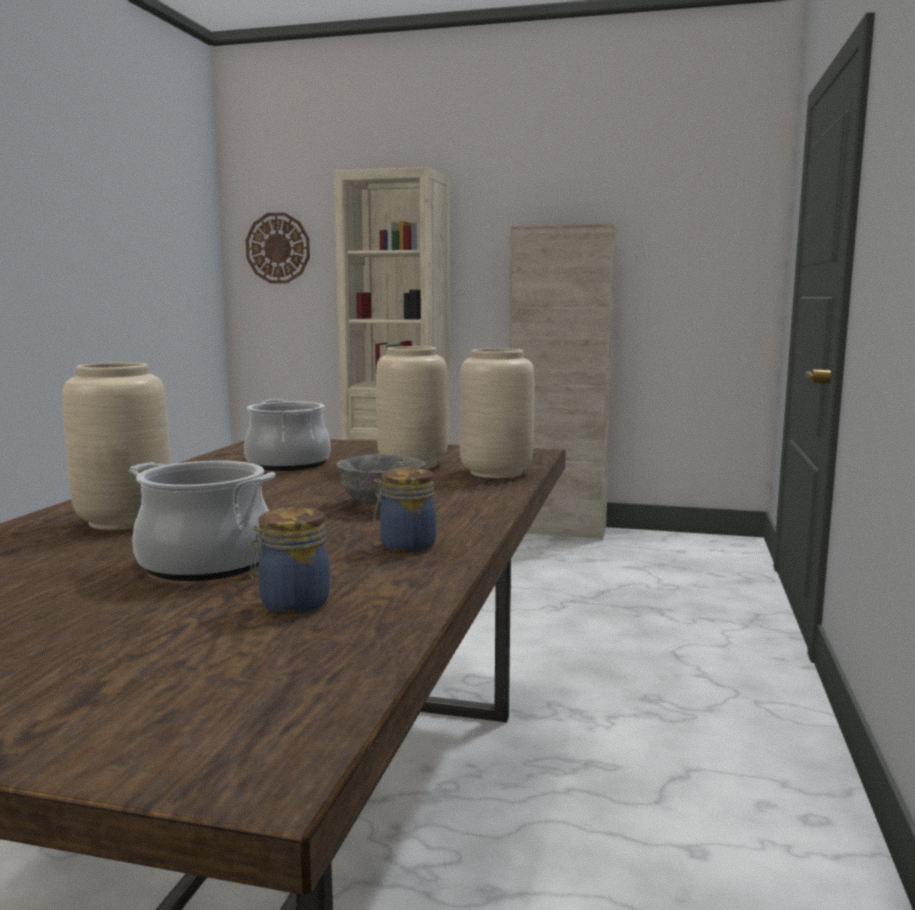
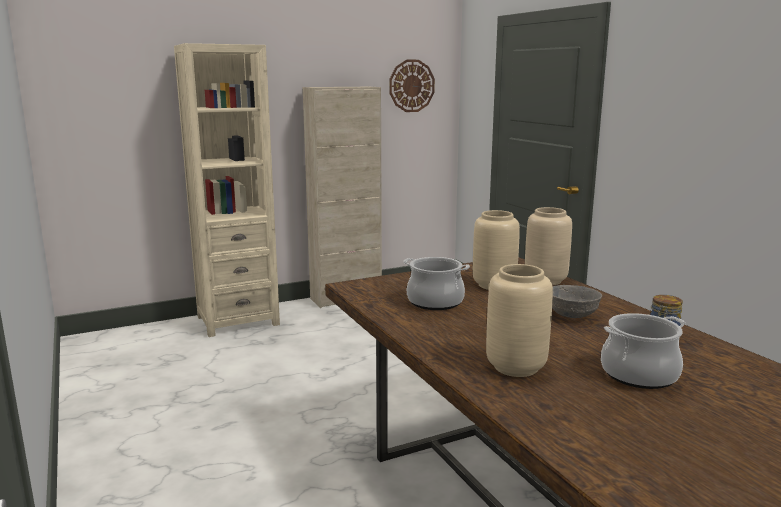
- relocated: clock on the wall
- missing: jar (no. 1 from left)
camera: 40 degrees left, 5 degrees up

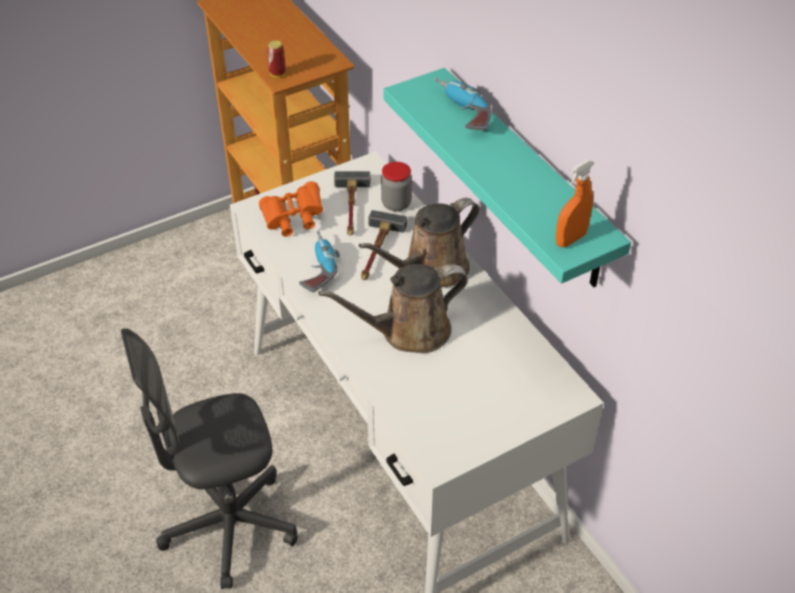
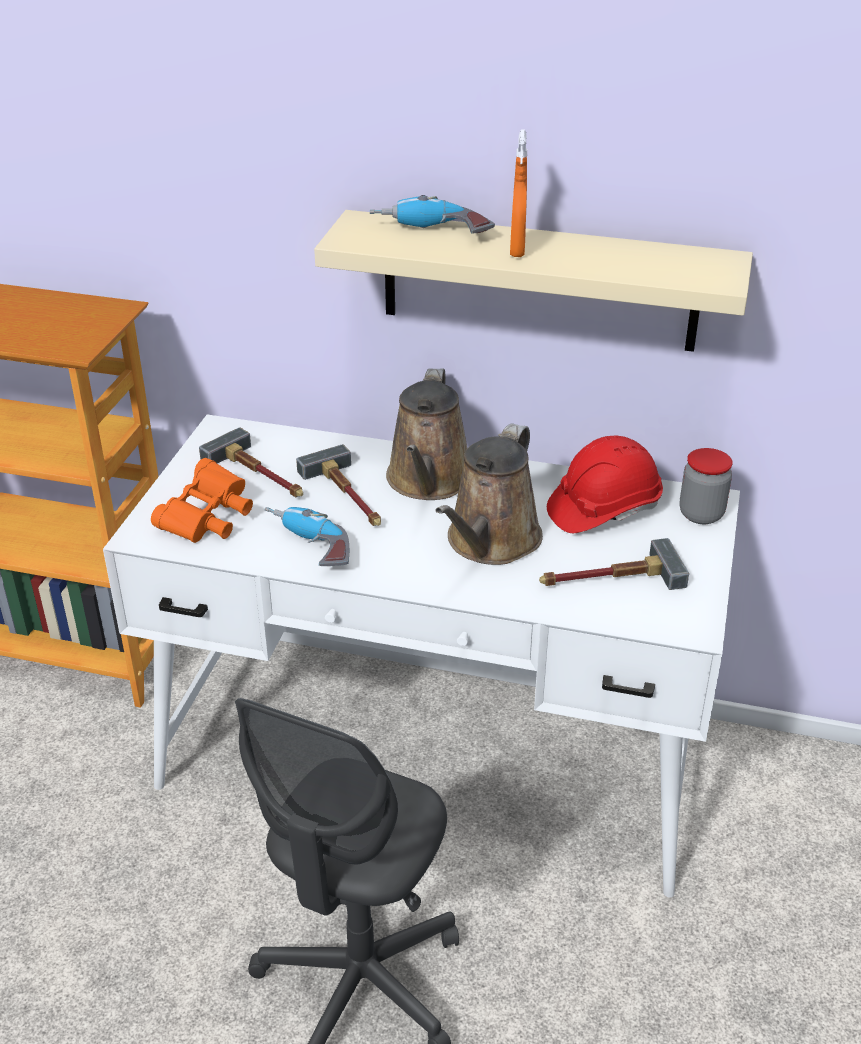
- missing: metal can
- colour: blue-green shelf to beige shelf
- relocated: orange sprayer
- relocated: jar
- appeared: red-coloured safety helmet
- appeared: tool hammer (no. 3 from left)
camera: 45 degrees left, 10 degrees down

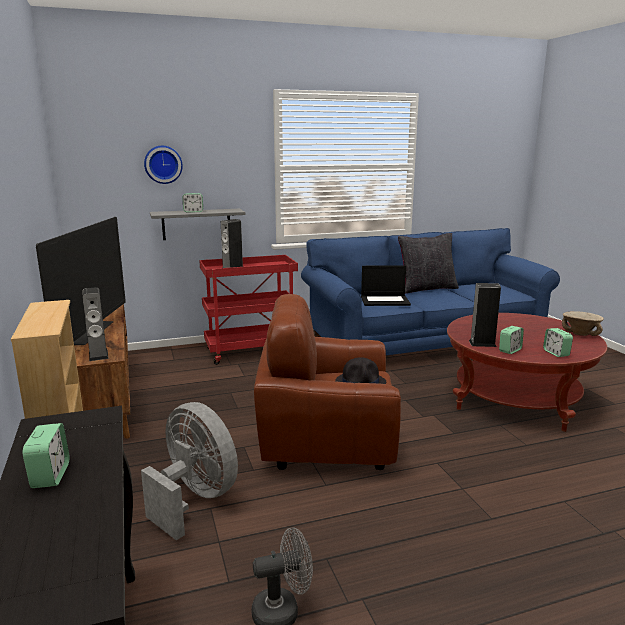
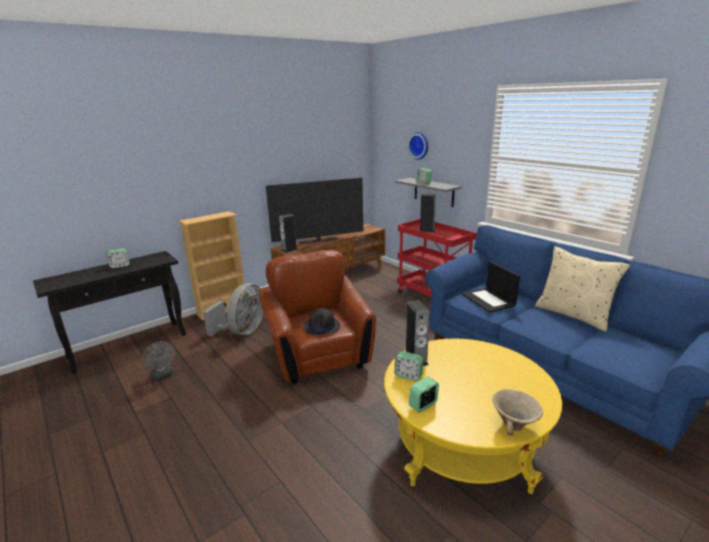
- colour: black-coloured throw pillow to beige throw pillow
- colour: red-coloured low table to yellow low table
camera: 70 degrees right, 5 degrees up

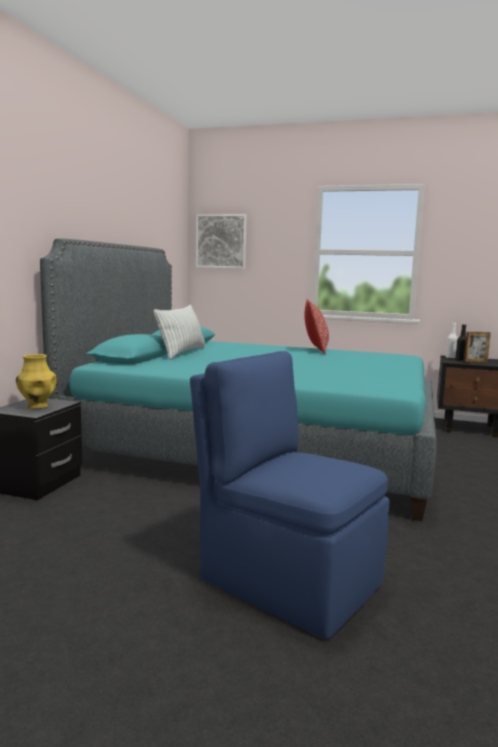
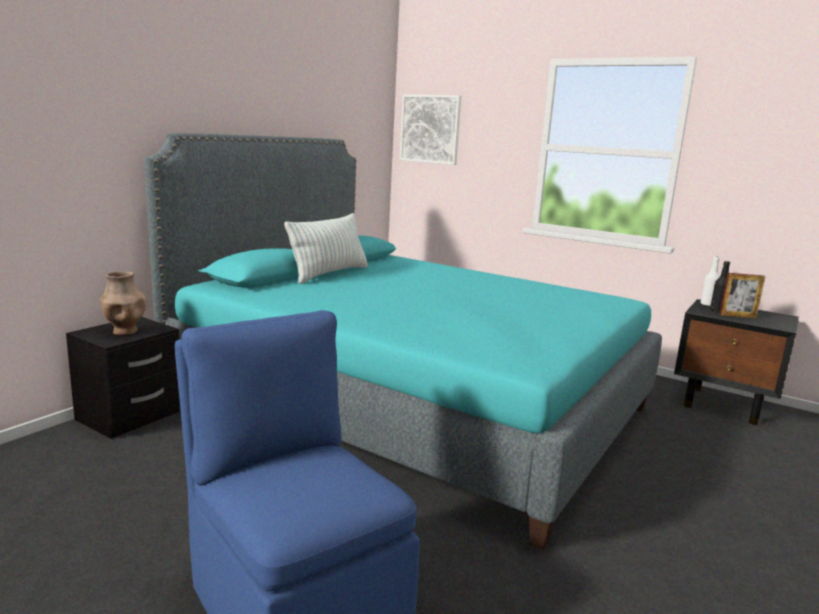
- missing: throw pillow (no. 2 from left)
- colour: yellow vase to brown vase
camera: 15 degrees right, 5 degrees up

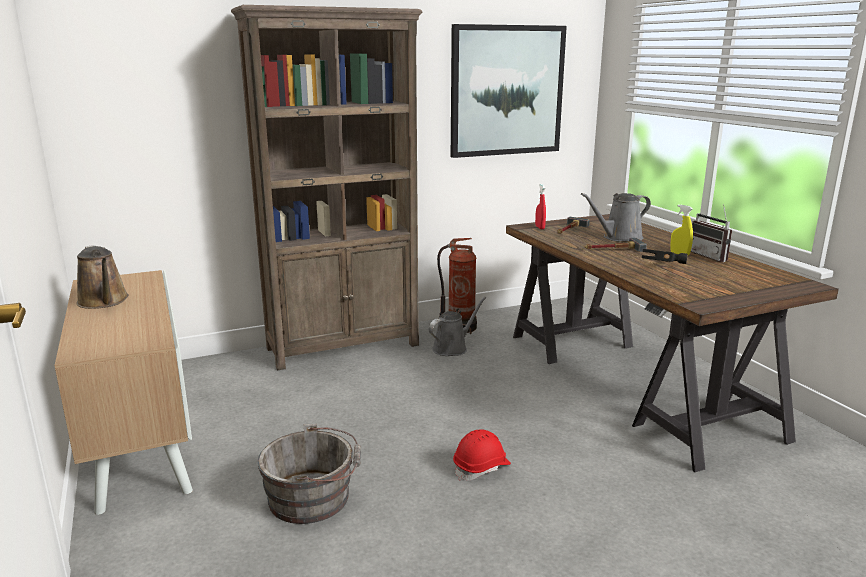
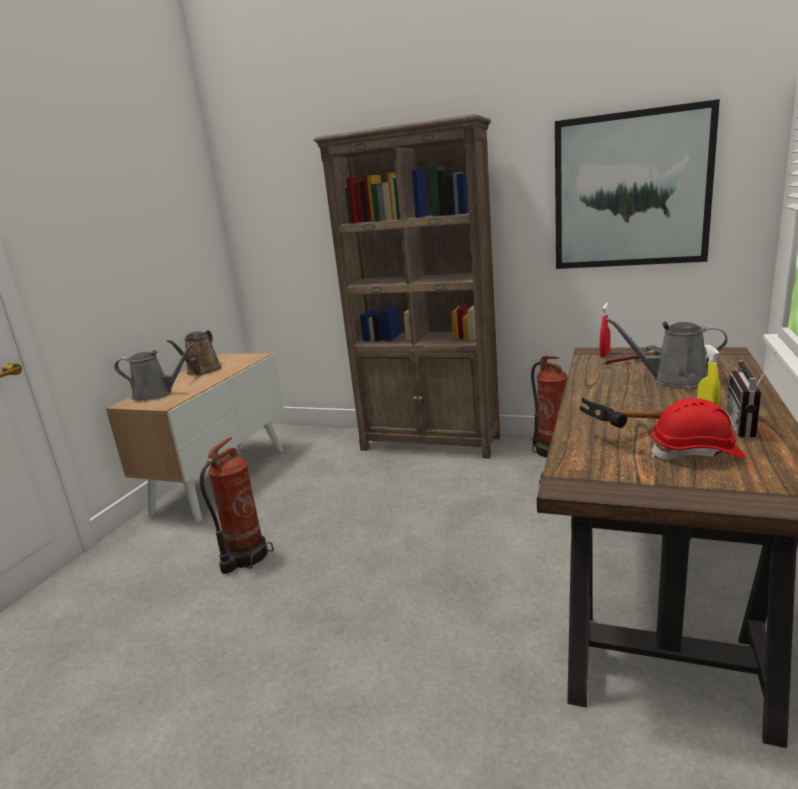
- missing: tool hammer (no. 2 from left)
- relocated: greyish watering can (no. 1 from left)
- exchanged: greyish pail to fire-fighting cylinder (no. 1 from left)
- relocated: red-coloured safety helmet
camera: 45 degrees right, 0 degrees up

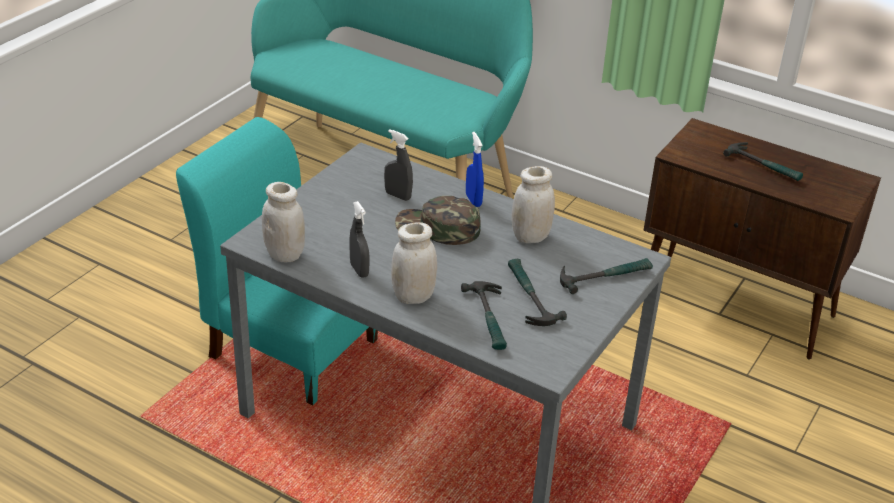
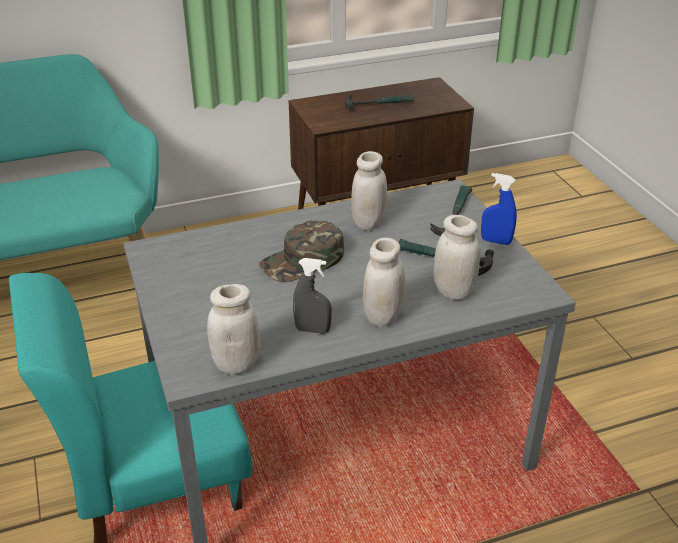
- missing: greyish sprayer (no. 2 from left)
- relocated: blue-coloured sprayer
- exchanged: tool hammer (no. 1 from left) to whitish jar (no. 4 from left)
camera: 50 degrees left, 0 degrees up

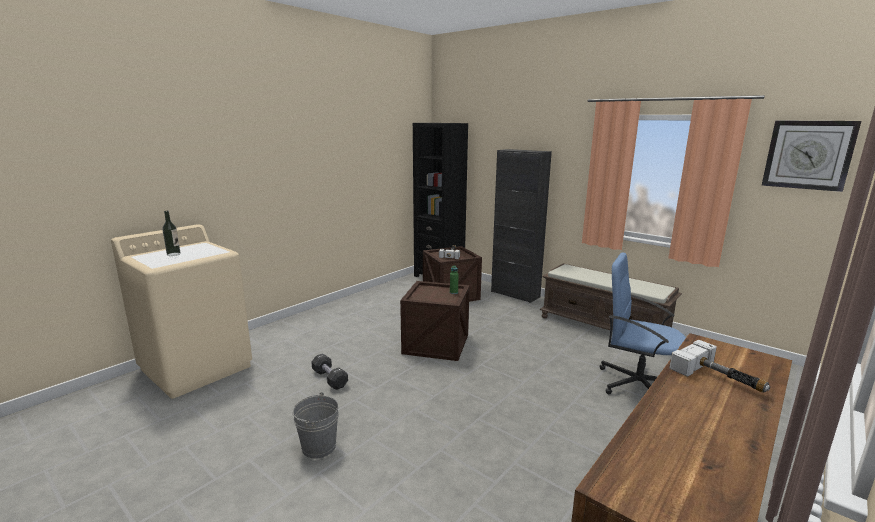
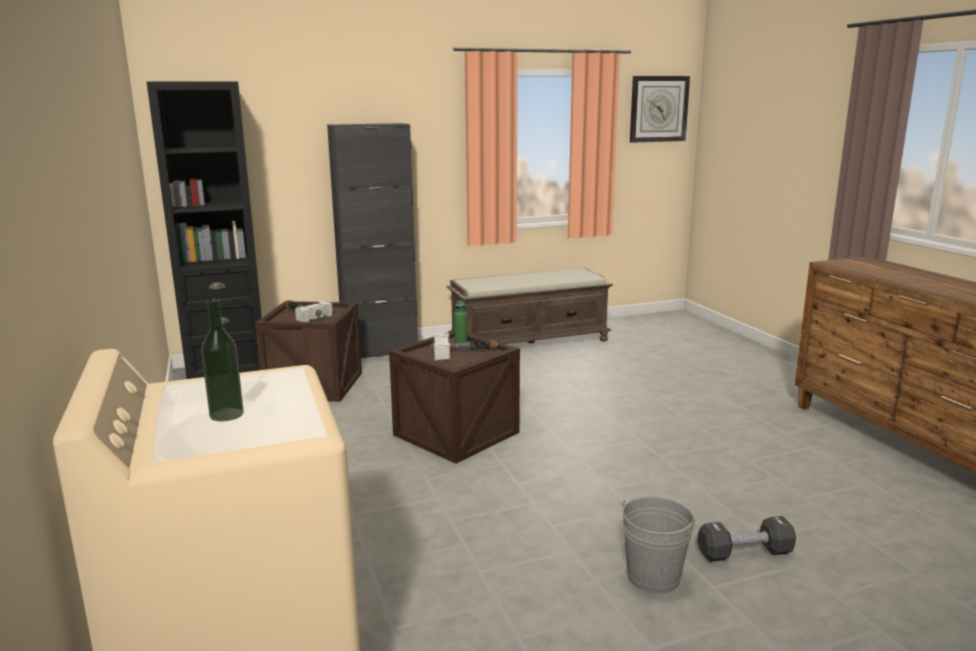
- missing: blue-coloured computer chair
- relocated: tool hammer (no. 2 from left)
- relocated: black-coloured dumbbell
camera: 60 degrees left, 0 degrees up

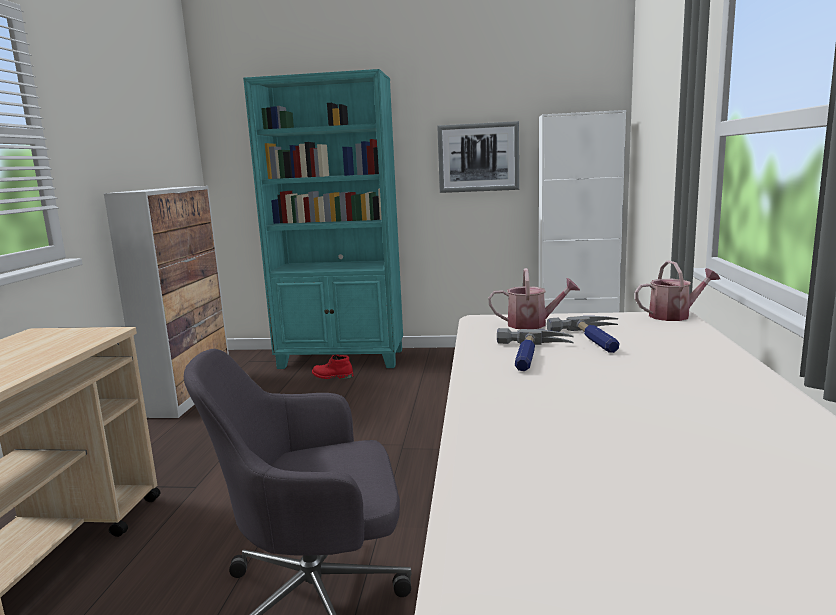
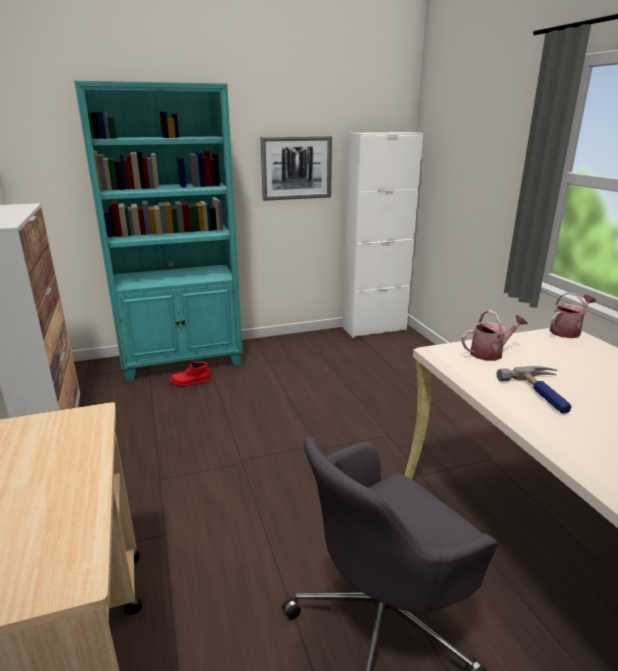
- missing: tool hammer (no. 2 from left)
camera: 25 degrees left, 10 degrees up

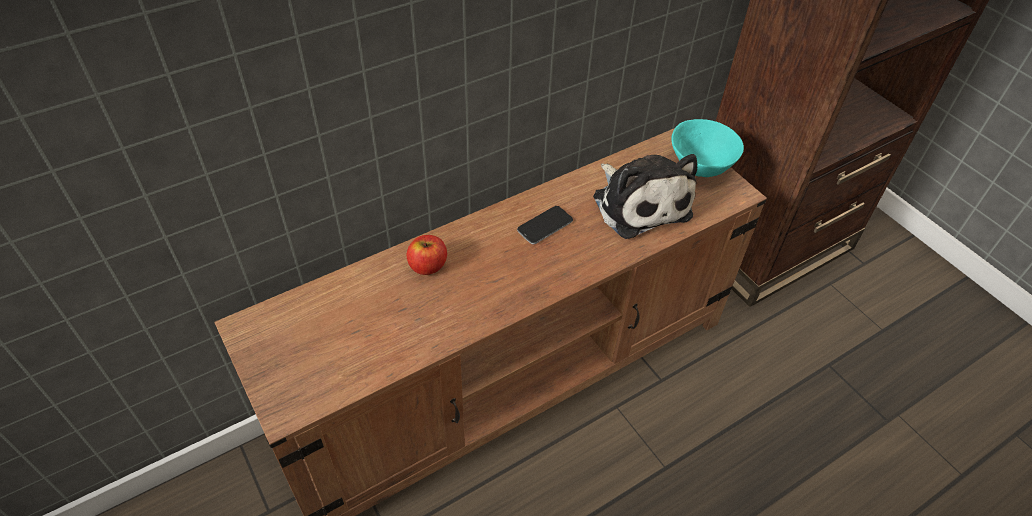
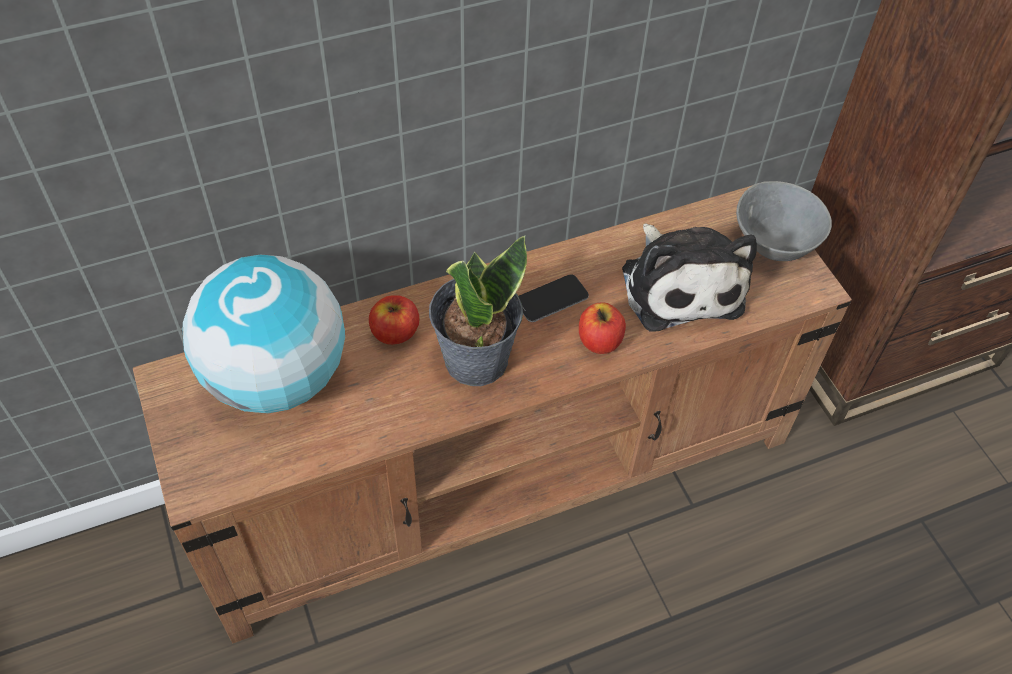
- colour: blue-green serving bowl to greyish serving bowl
- appeared: houseplant
- appeared: world globe
- appeared: apple fruit (no. 2 from left)
camera: 10 degrees right, 5 degrees up

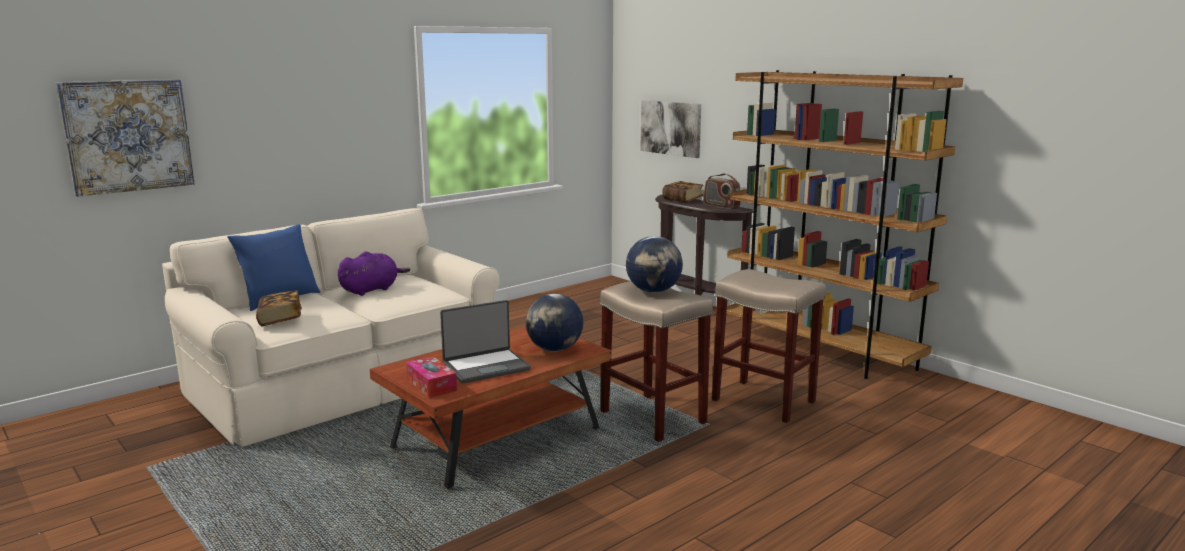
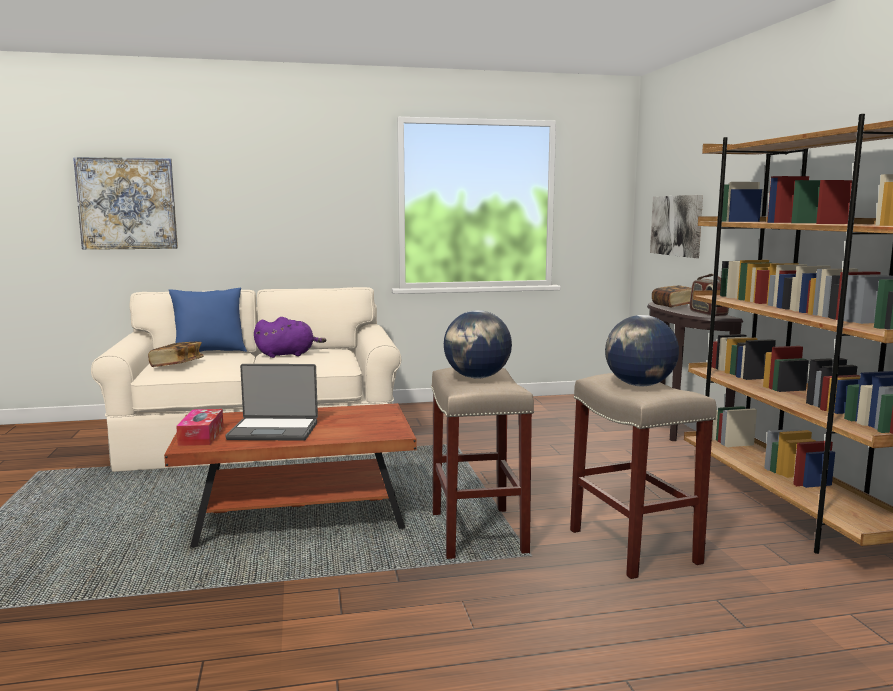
- relocated: world globe (no. 1 from left in the first image) to world globe (no. 2 from left)
camera: 30 degrees right, 5 degrees down

